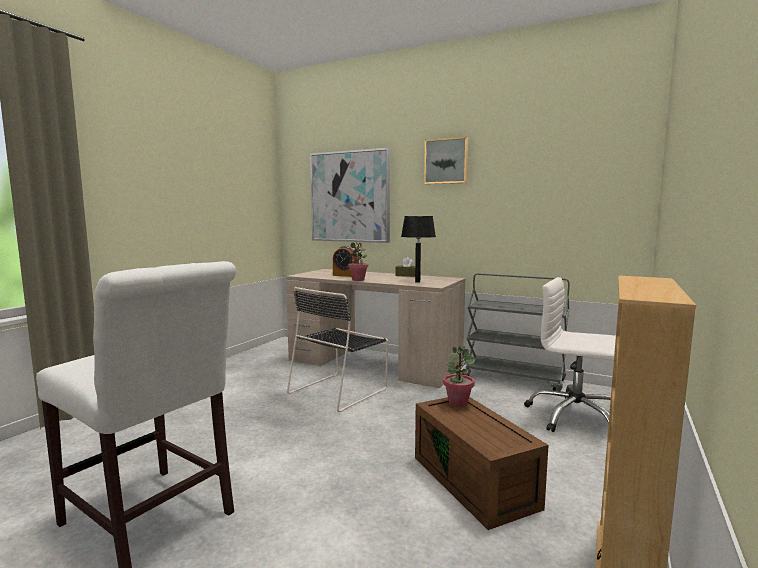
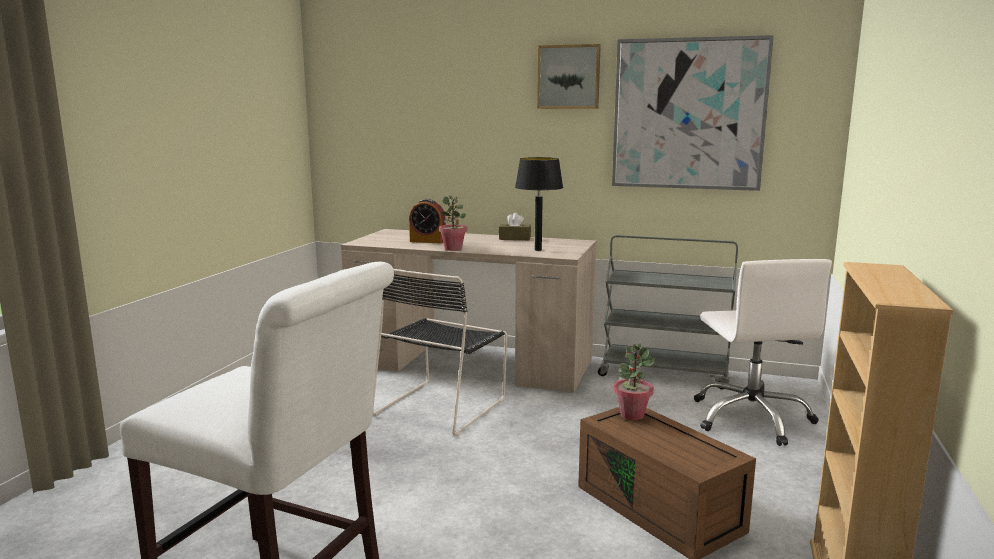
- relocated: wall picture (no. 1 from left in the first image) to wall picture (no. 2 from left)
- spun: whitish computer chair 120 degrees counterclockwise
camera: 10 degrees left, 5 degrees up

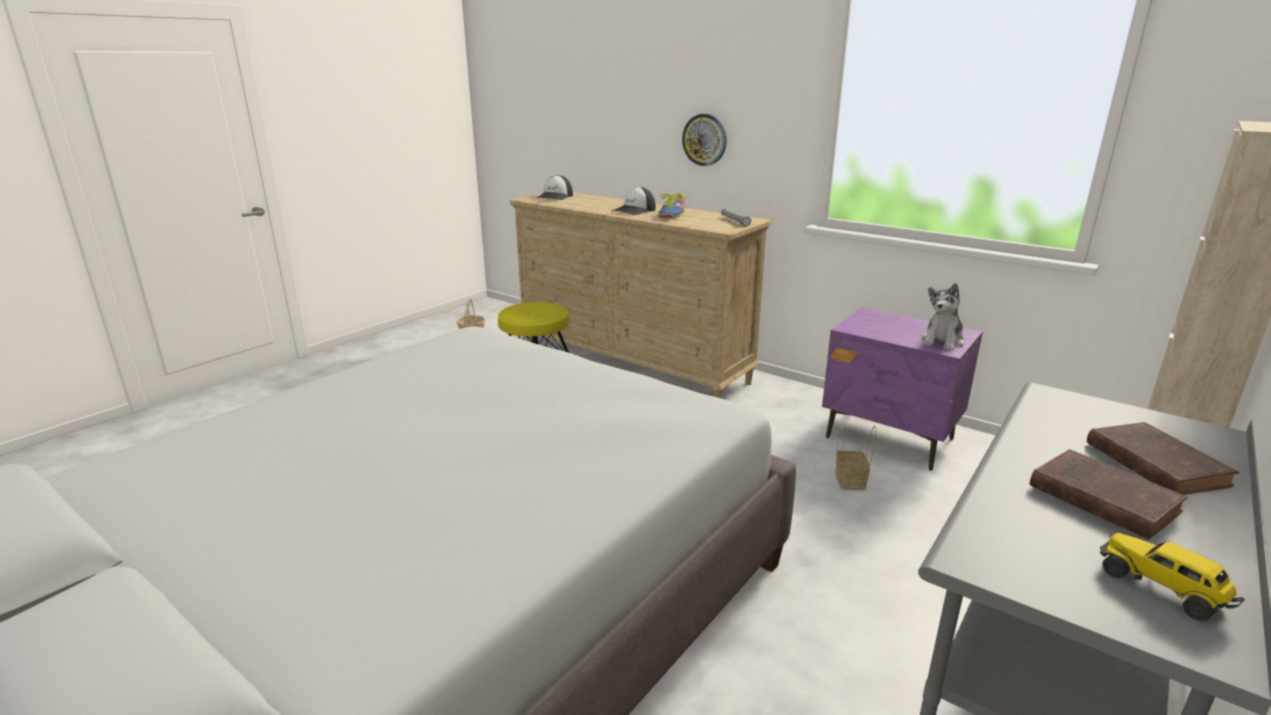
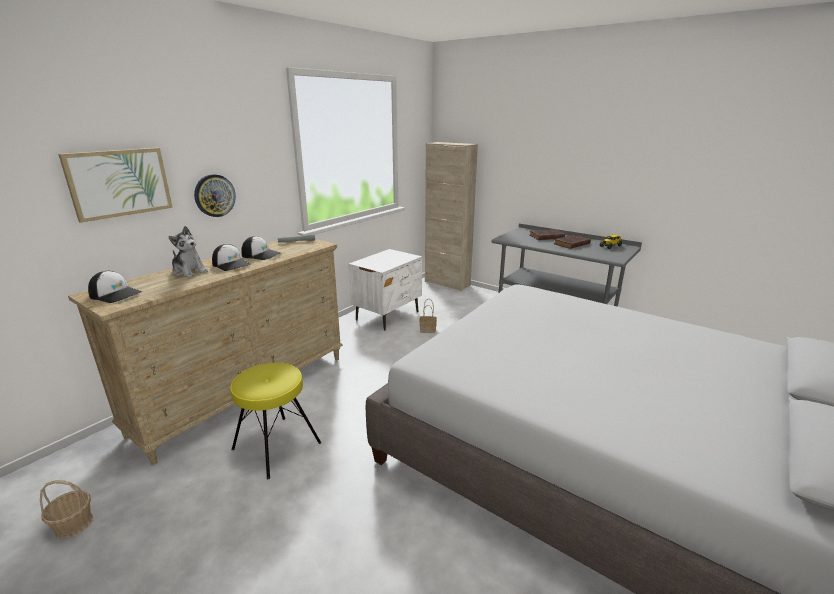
- exchanged: shoe to cap (no. 3 from left)
- relocated: soft toy
- colour: purple-coloured night table to whitish night table
- appeared: wall picture
camera: 90 degrees left, 0 degrees up

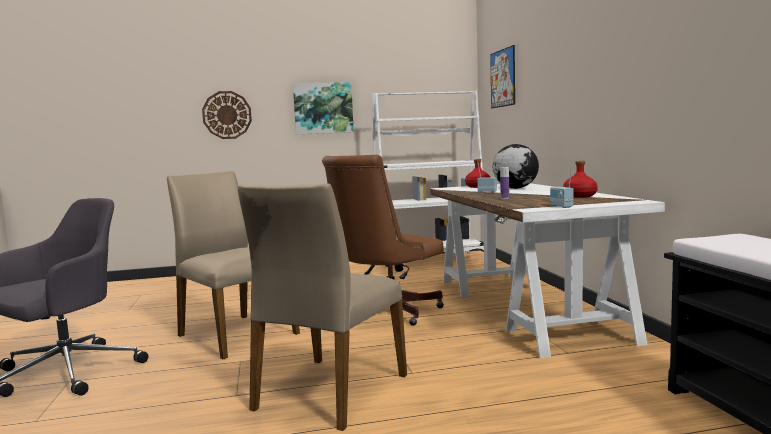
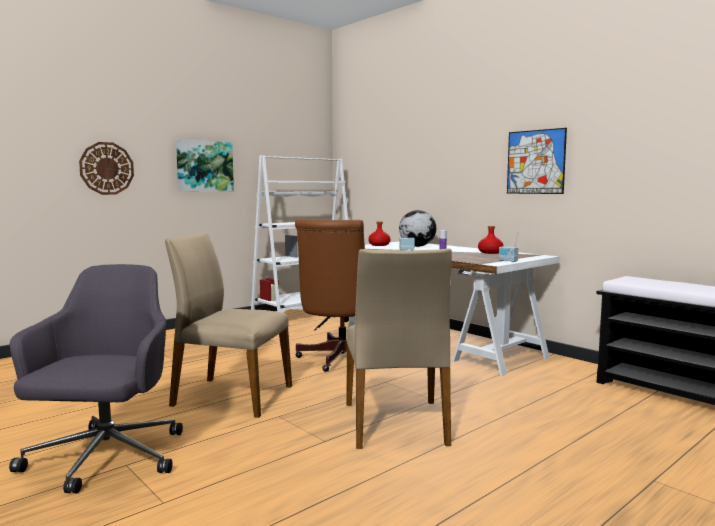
- relocated: wall picture (no. 2 from left)
camera: 30 degrees left, 0 degrees up

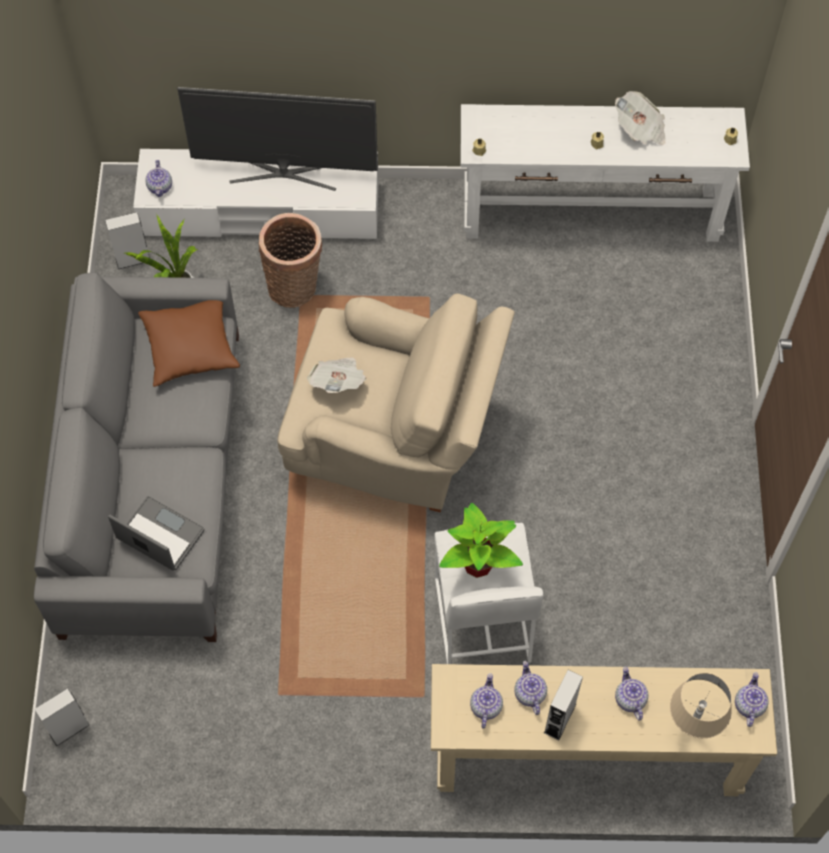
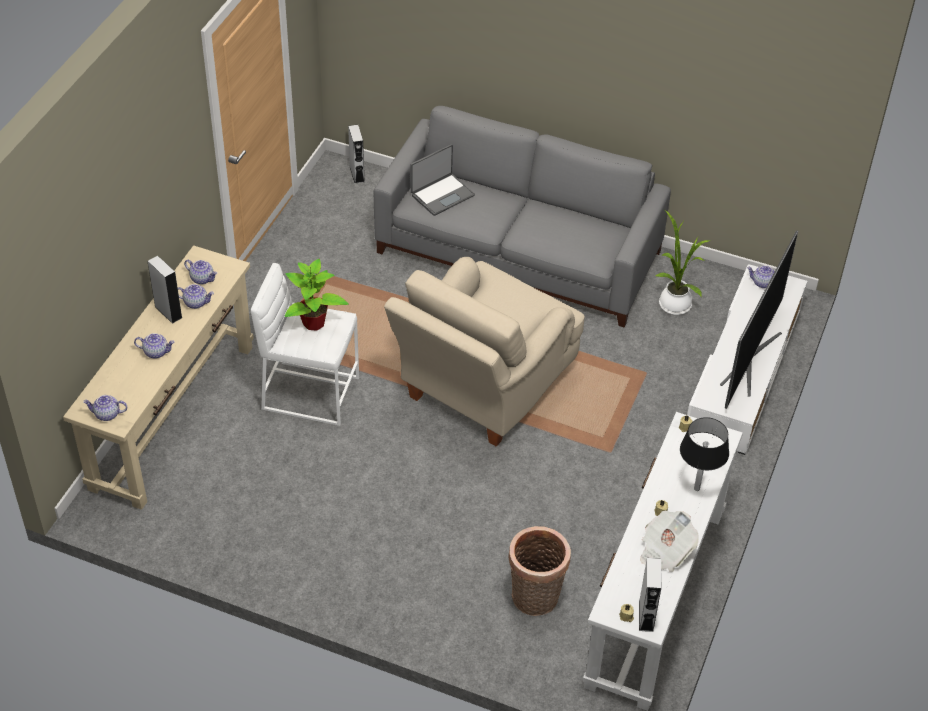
- relocated: greyish speaker (no. 2 from left in the first image) to greyish speaker (no. 3 from left)
- relocated: household basket
- missing: brown throw pillow
- missing: daily paper (no. 1 from left)
- spun: pot for tea (no. 5 from left in the first image) 150 degrees clockwise
- missing: beige lamp for a table
- appeared: black-coloured lamp for a table
camera: 110 degrees right, 15 degrees down

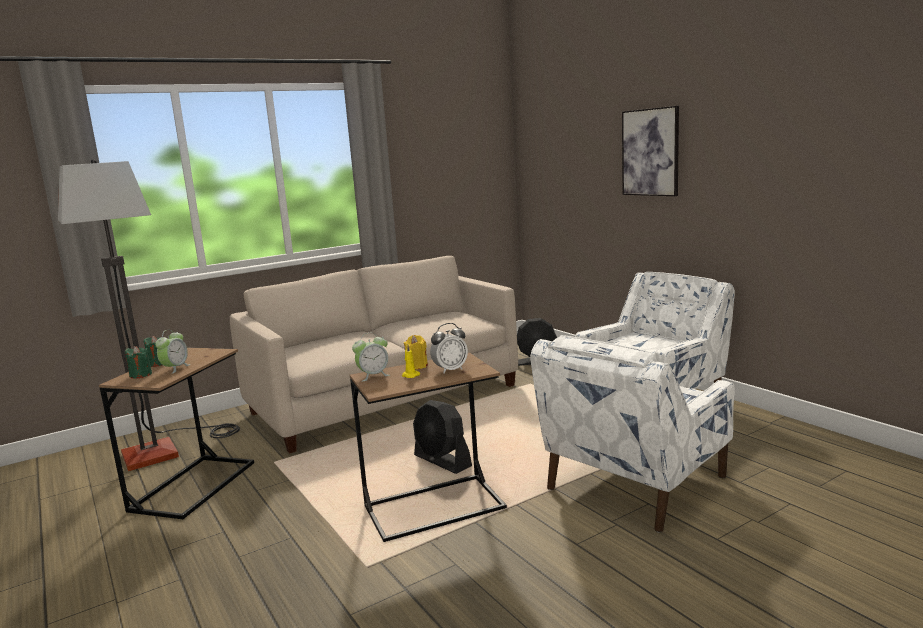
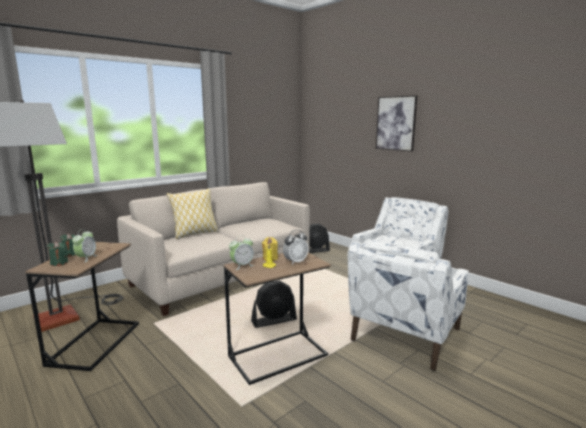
- spun: black-coloured fan (no. 1 from left) 60 degrees counterclockwise
- appeared: throw pillow
camera: 10 degrees left, 0 degrees up

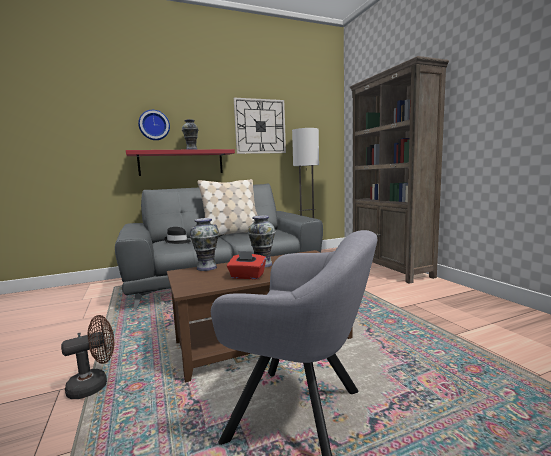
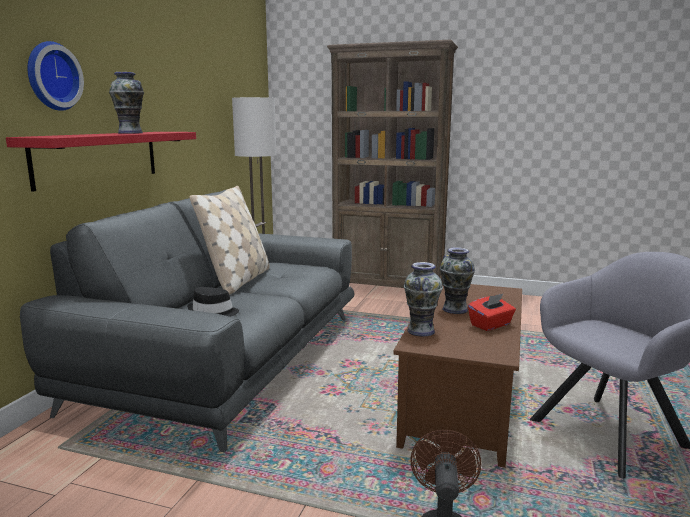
- missing: clock on the wall (no. 2 from left)
camera: 50 degrees left, 5 degrees up

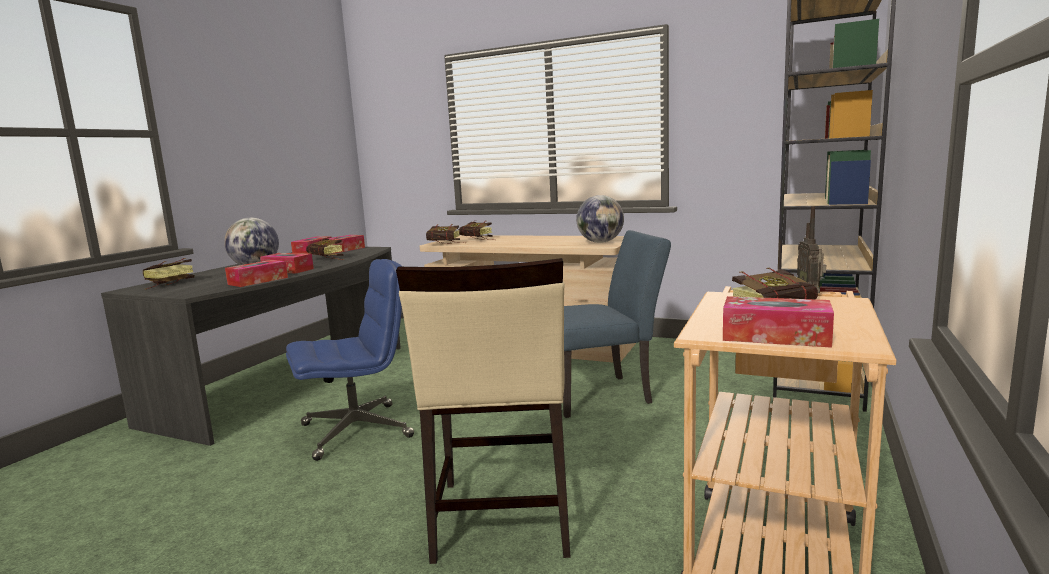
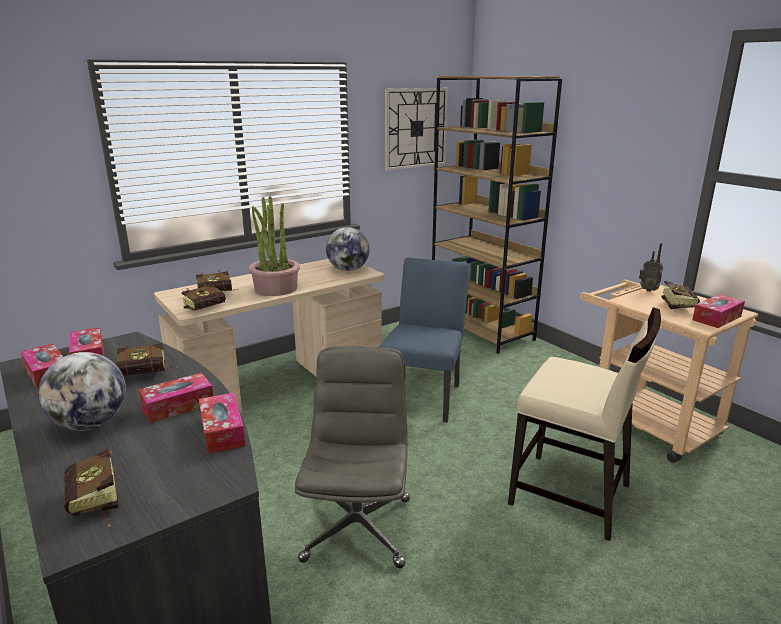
- colour: blue-coloured computer chair to greyish computer chair
- appeared: clock on the wall
- appeared: houseplant
camera: 60 degrees left, 10 degrees up

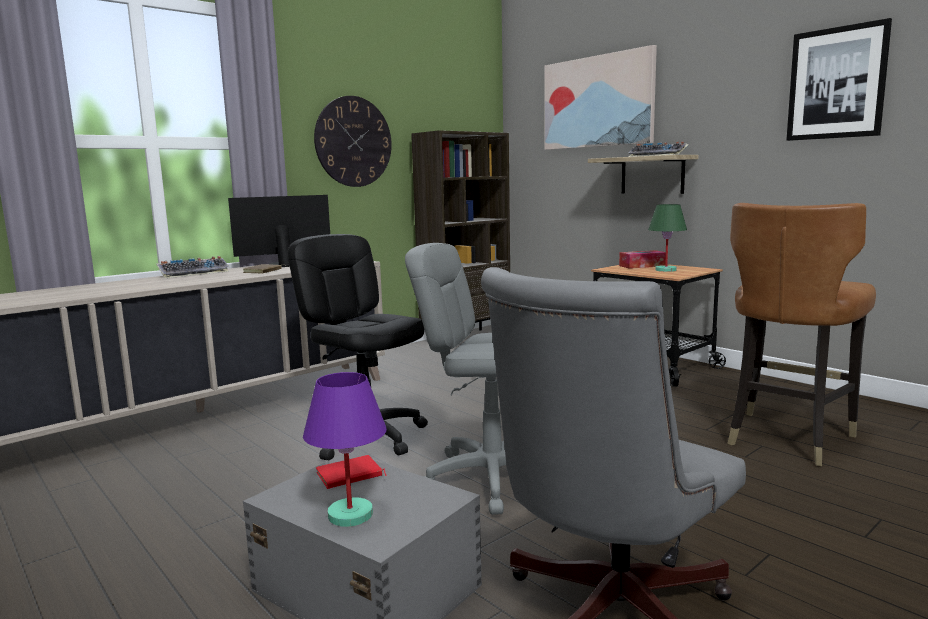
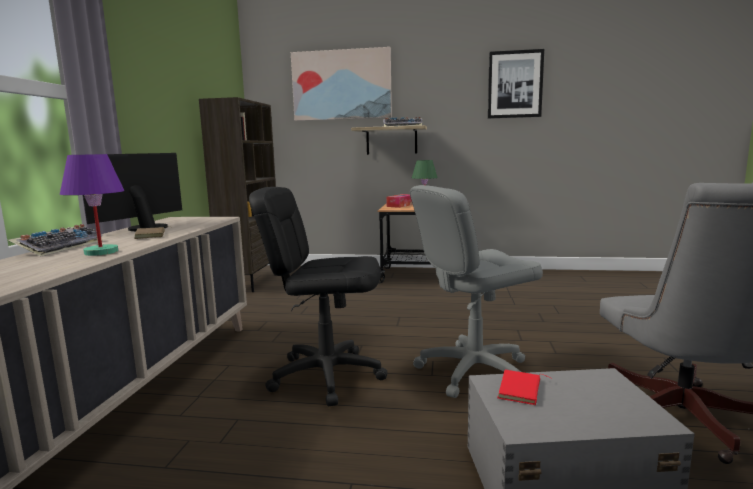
- missing: clock on the wall
- missing: brown upright chair
- relocated: purple-coloured lamp for a table
camera: 40 degrees left, 0 degrees up

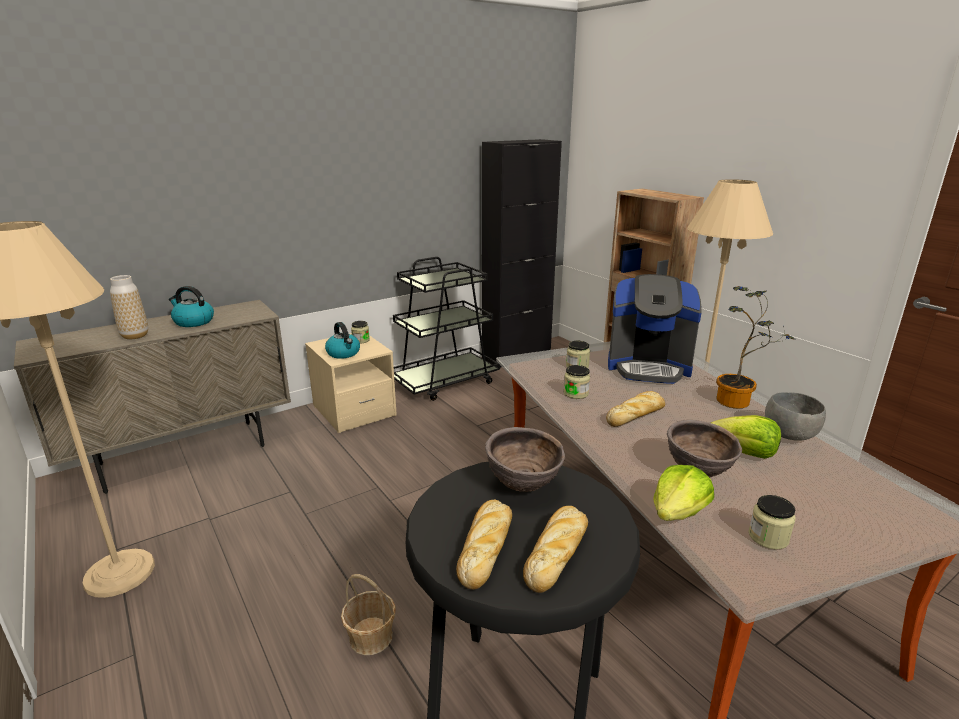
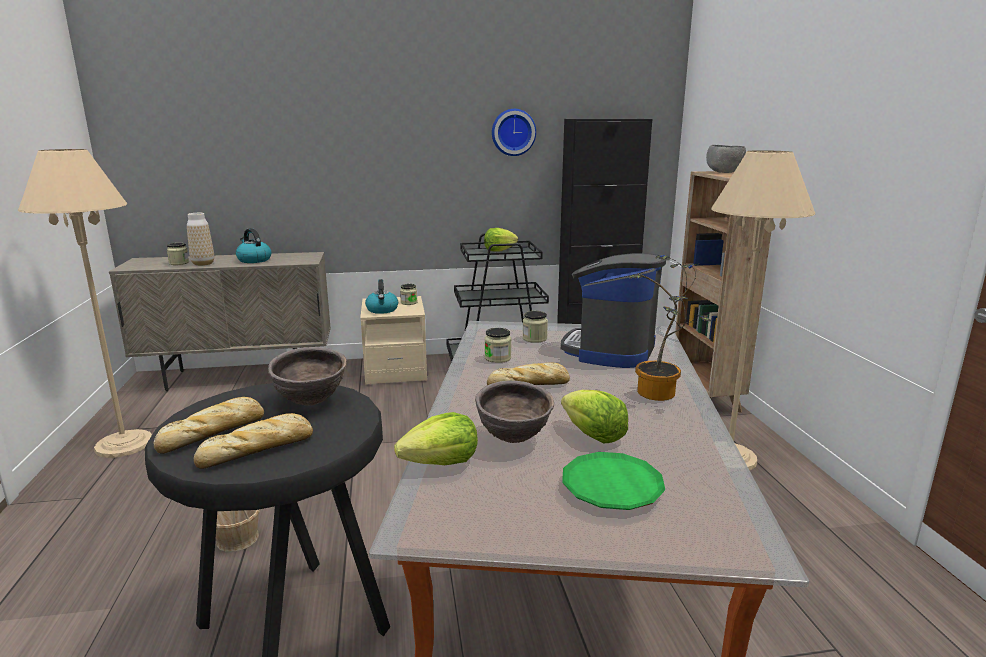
- spun: coffee machine 75 degrees clockwise
- relocated: greyish serving bowl
- relocated: jar (no. 4 from left in the first image) to jar (no. 1 from left)
- appeared: clock on the wall
- appeared: lettuce (no. 2 from left)
- appeared: greenish plate
camera: 25 degrees right, 5 degrees down

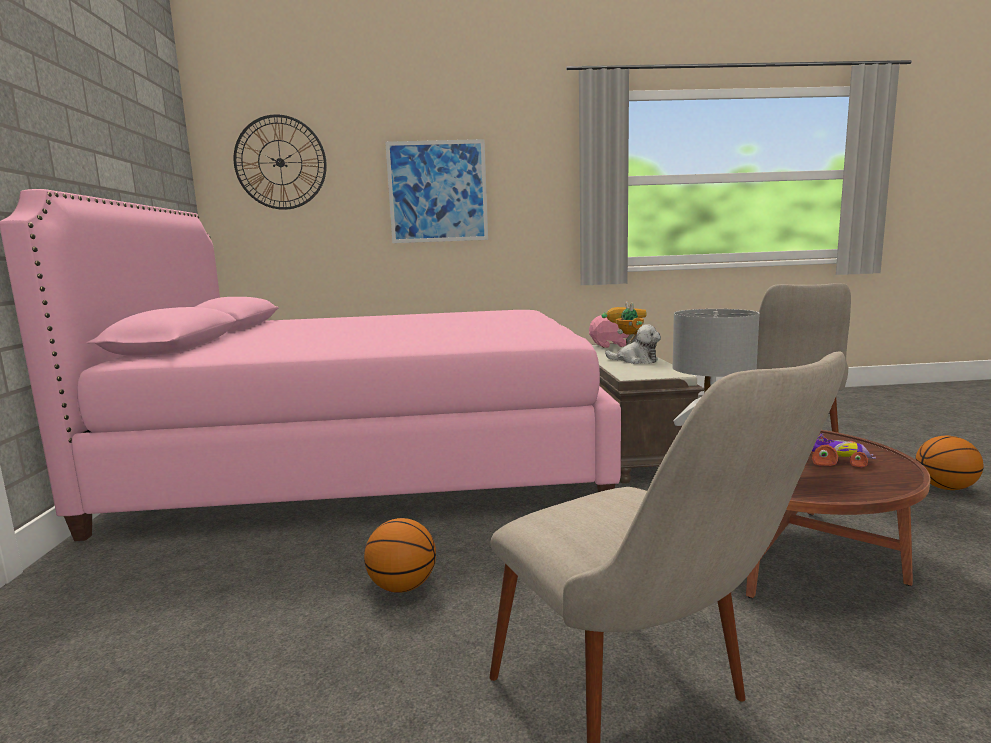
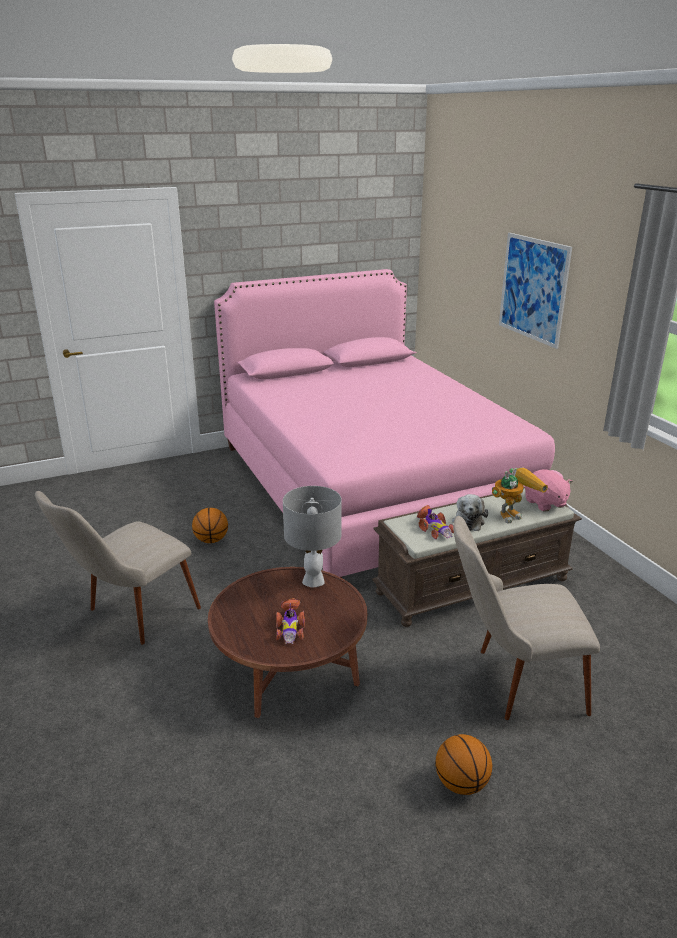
- missing: clock on the wall
- appeared: miniature car (no. 2 from left)
camera: 70 degrees right, 15 degrees up

